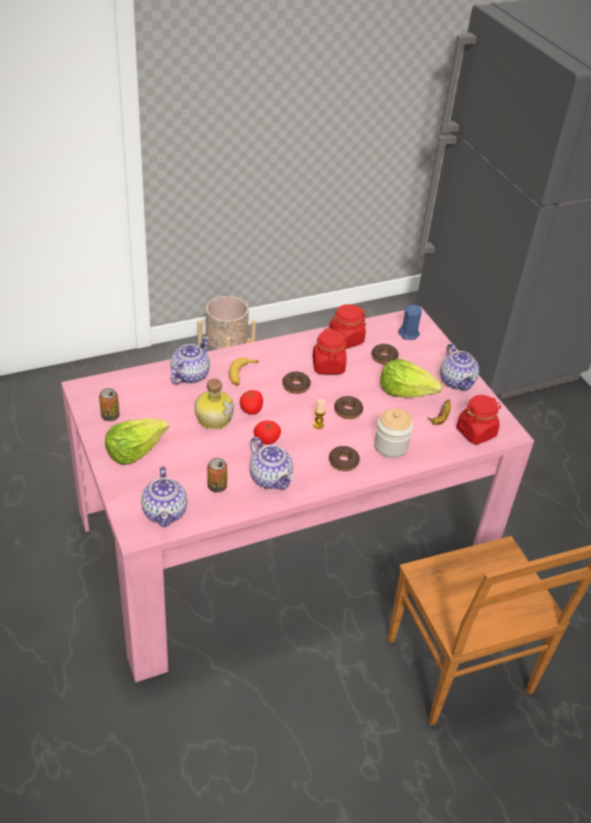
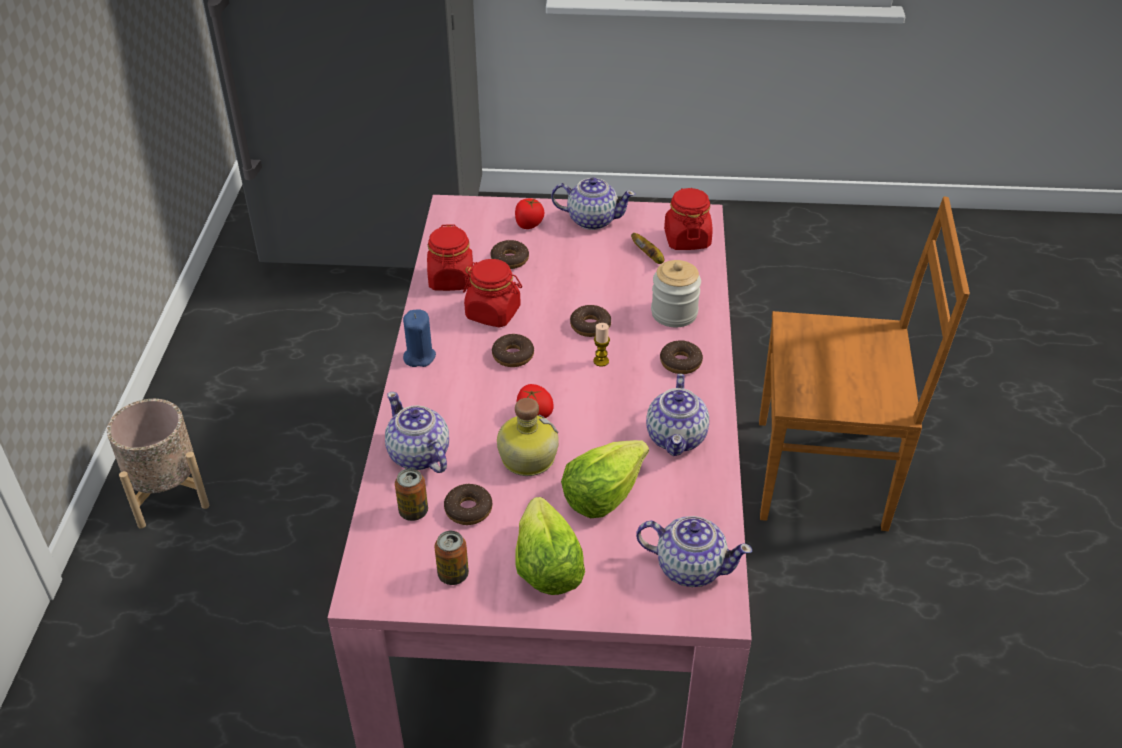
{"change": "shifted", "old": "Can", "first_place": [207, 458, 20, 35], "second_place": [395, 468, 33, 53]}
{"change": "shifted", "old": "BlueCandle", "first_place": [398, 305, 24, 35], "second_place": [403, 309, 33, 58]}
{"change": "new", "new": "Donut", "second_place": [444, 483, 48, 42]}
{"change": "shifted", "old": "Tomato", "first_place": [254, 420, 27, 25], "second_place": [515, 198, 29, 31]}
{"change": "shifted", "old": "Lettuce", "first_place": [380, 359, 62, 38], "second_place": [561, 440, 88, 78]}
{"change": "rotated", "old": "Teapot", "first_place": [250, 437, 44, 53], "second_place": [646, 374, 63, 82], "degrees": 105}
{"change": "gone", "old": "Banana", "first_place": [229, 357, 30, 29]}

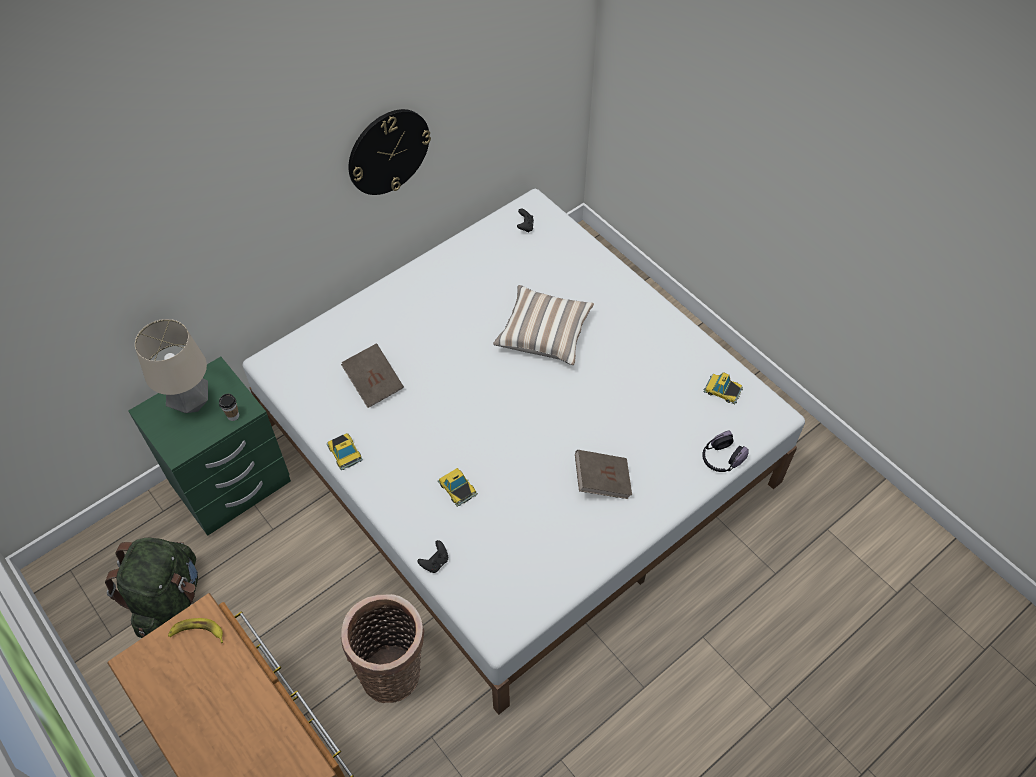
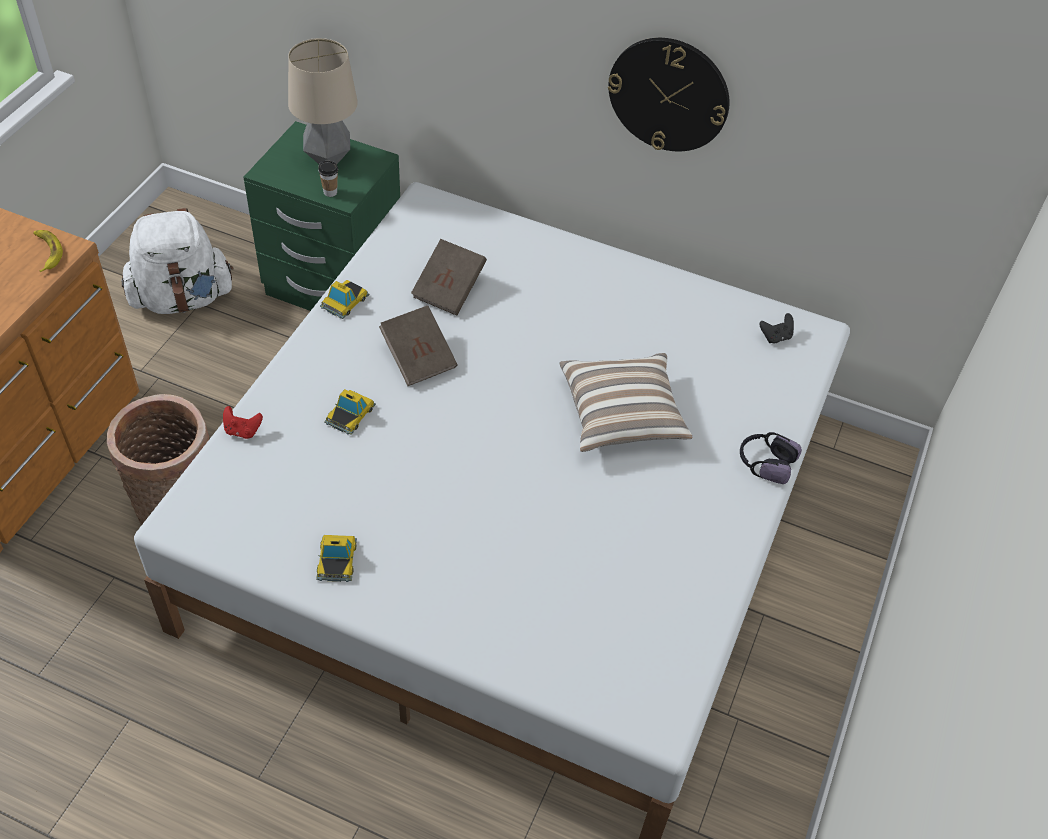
{"change": "repainted", "old": "GreenBackpack", "new": "WhiteBackpack", "first_place": [105, 538, 93, 100], "second_place": [121, 208, 113, 106]}
{"change": "repainted", "old": "BlackGameController", "new": "RedGameController", "first_place": [418, 540, 30, 33], "second_place": [223, 406, 40, 33]}
{"change": "shifted", "old": "ToyCar", "first_place": [704, 372, 39, 33], "second_place": [316, 535, 41, 47]}
{"change": "shifted", "old": "BrownBook", "first_place": [575, 450, 57, 49], "second_place": [379, 305, 79, 81]}
{"change": "shifted", "old": "Headphones", "first_place": [702, 431, 47, 41], "second_place": [740, 432, 62, 52]}

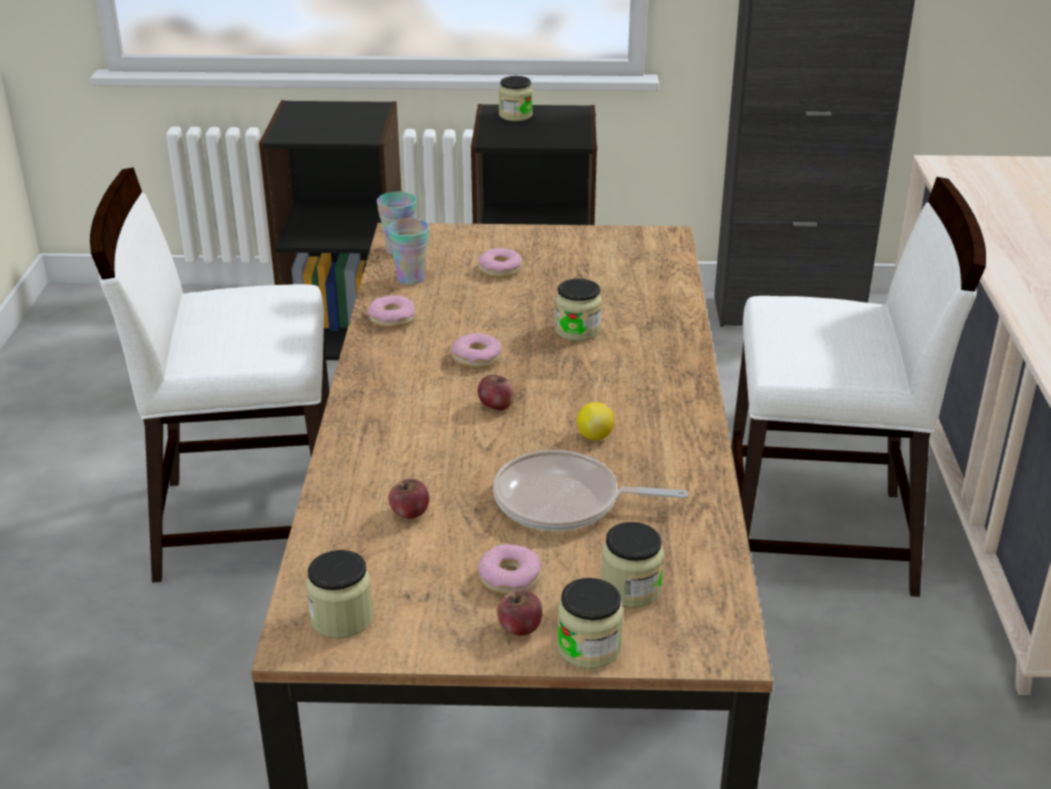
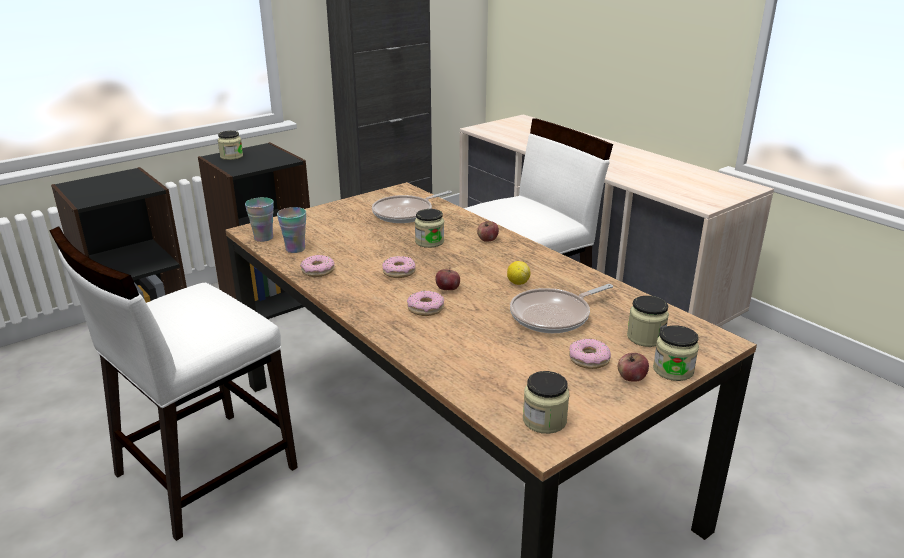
{"change": "new", "new": "FryingPan", "second_place": [372, 191, 80, 32]}
{"change": "shifted", "old": "Donut", "first_place": [478, 248, 44, 30], "second_place": [407, 290, 37, 26]}
{"change": "shifted", "old": "Apple", "first_place": [388, 479, 41, 40], "second_place": [477, 221, 22, 20]}

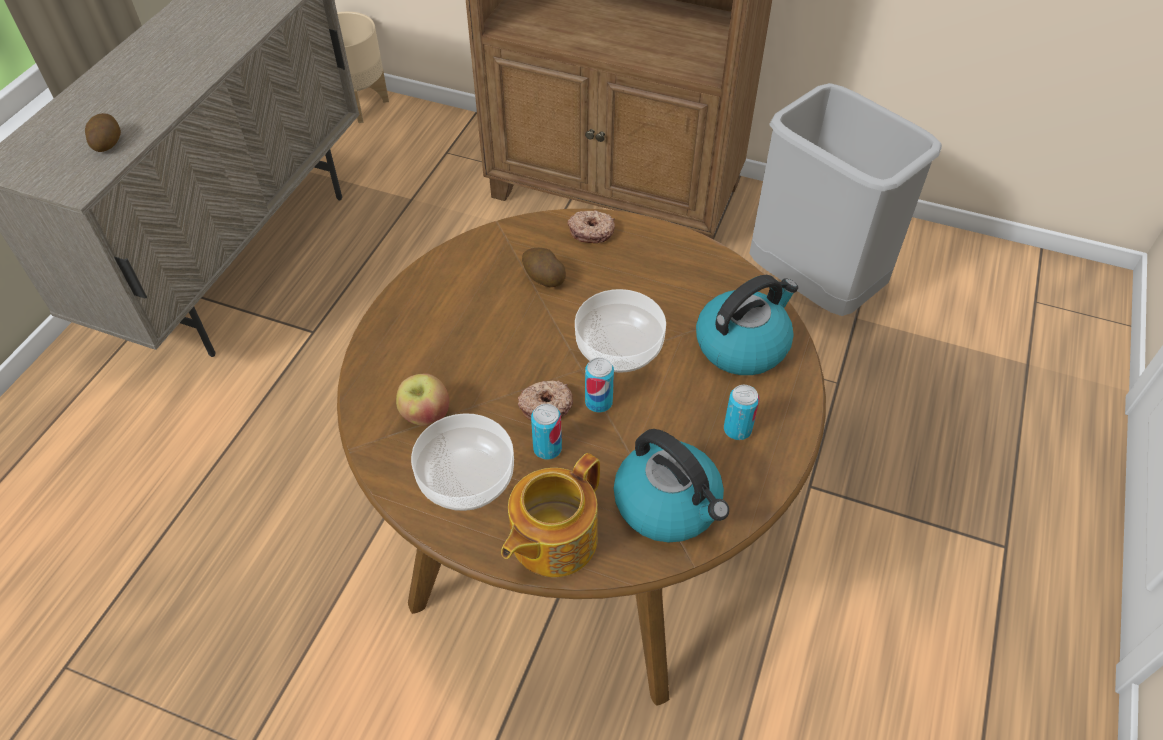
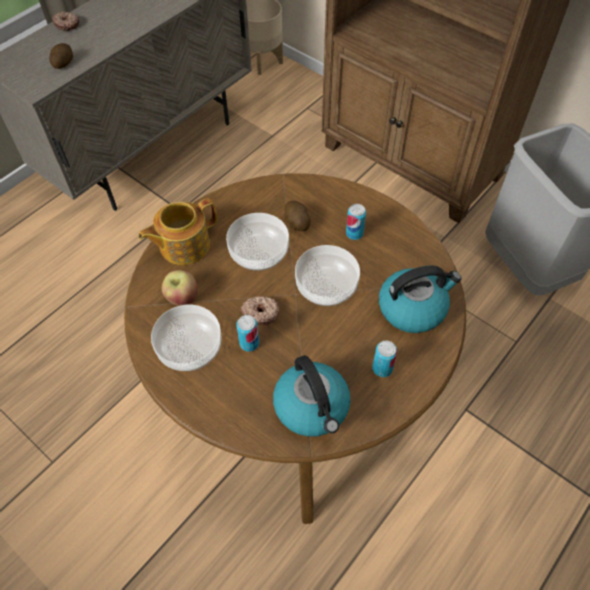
{"change": "shifted", "old": "Donut", "first_place": [568, 210, 47, 33], "second_place": [52, 12, 27, 19]}
{"change": "shifted", "old": "Teapot", "first_place": [501, 453, 99, 124], "second_place": [138, 198, 79, 67]}
{"change": "new", "new": "Bowl", "second_place": [226, 213, 63, 58]}
{"change": "shifted", "old": "Can", "first_place": [585, 357, 29, 56], "second_place": [346, 204, 20, 36]}

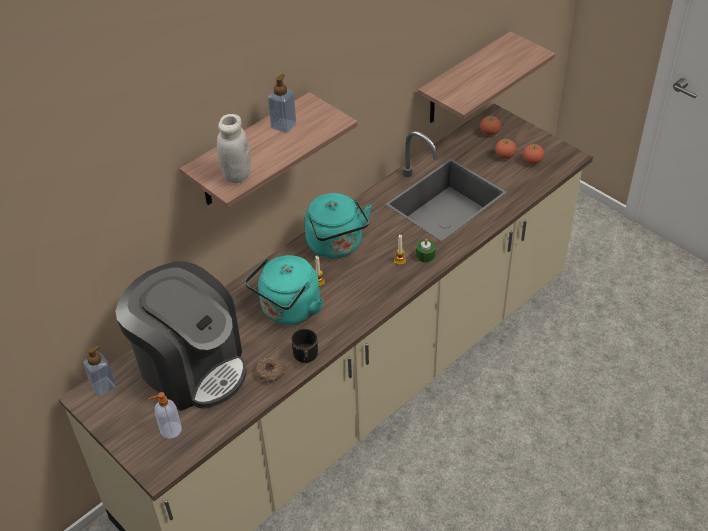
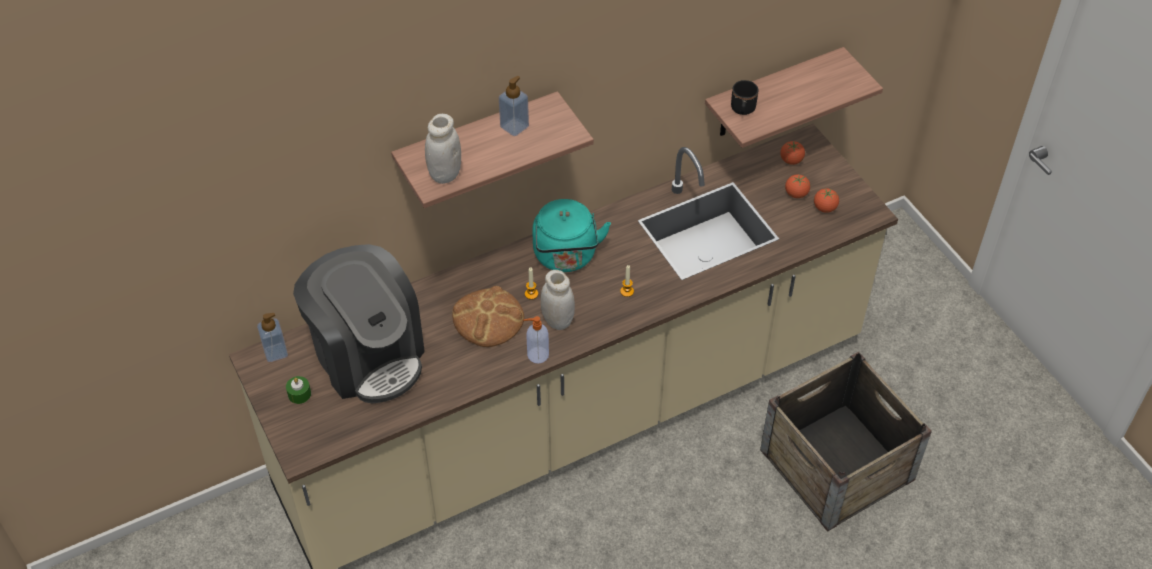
{"change": "shifted", "old": "GreenCandle", "first_place": [416, 239, 20, 23], "second_place": [286, 376, 25, 28]}
{"change": "swapped", "old": "TurquoiseKettle", "new": "Bread", "first_place": [245, 255, 79, 70], "second_place": [452, 286, 72, 61]}
{"change": "shifted", "old": "SoapDispenser", "first_place": [148, 392, 34, 47], "second_place": [524, 316, 25, 47]}
{"change": "new", "new": "WhiteJar", "second_place": [541, 270, 34, 60]}
{"change": "shifted", "old": "BlackMug", "first_place": [291, 329, 27, 34], "second_place": [731, 80, 28, 35]}
{"change": "new", "new": "Crate", "second_place": [760, 352, 172, 180]}
{"change": "gone", "old": "Donut", "first_place": [255, 357, 30, 26]}

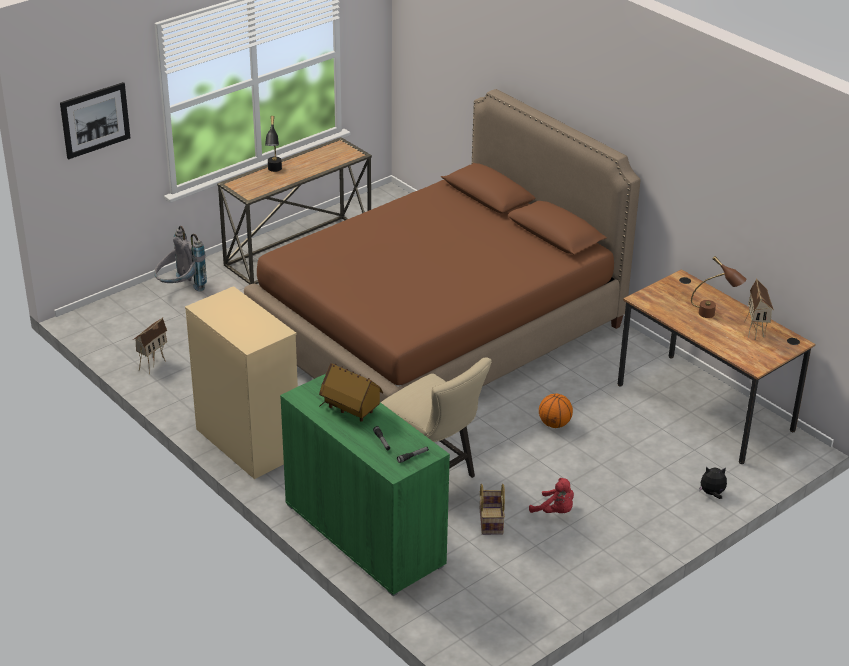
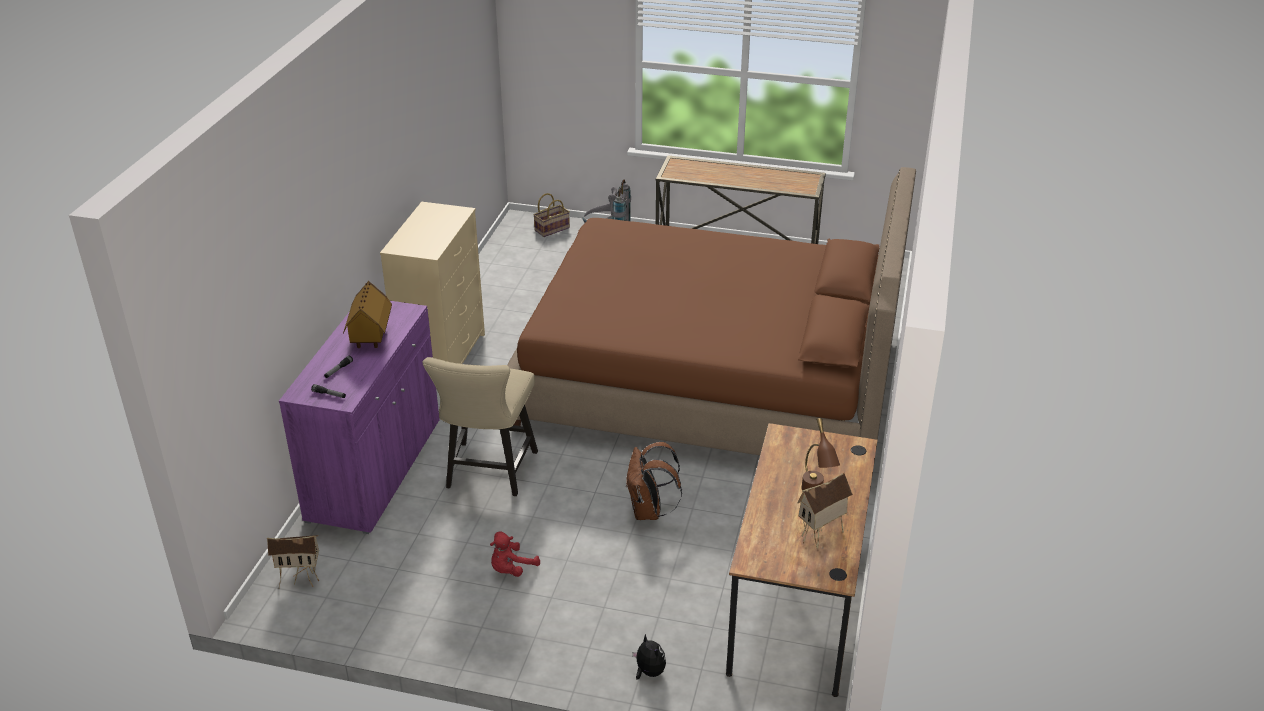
{"change": "shifted", "old": "ToyHouse", "first_place": [133, 318, 34, 56], "second_place": [267, 535, 52, 52]}
{"change": "repainted", "old": "GreenCabinet", "new": "PurpleCabinet", "first_place": [280, 374, 170, 222], "second_place": [279, 301, 161, 233]}
{"change": "rotated", "old": "RedPlushToy", "first_place": [529, 478, 45, 35], "second_place": [490, 531, 50, 46], "degrees": 45}
{"change": "shifted", "old": "Basket", "first_place": [480, 484, 25, 51], "second_place": [533, 193, 37, 44]}
{"change": "swapped", "old": "Basketball", "new": "BrownBackpack", "first_place": [539, 394, 34, 34], "second_place": [626, 442, 56, 78]}
{"change": "gone", "old": "Picture", "first_place": [60, 82, 71, 77]}
{"change": "gone", "old": "BlackTableLamp", "first_place": [265, 116, 17, 56]}

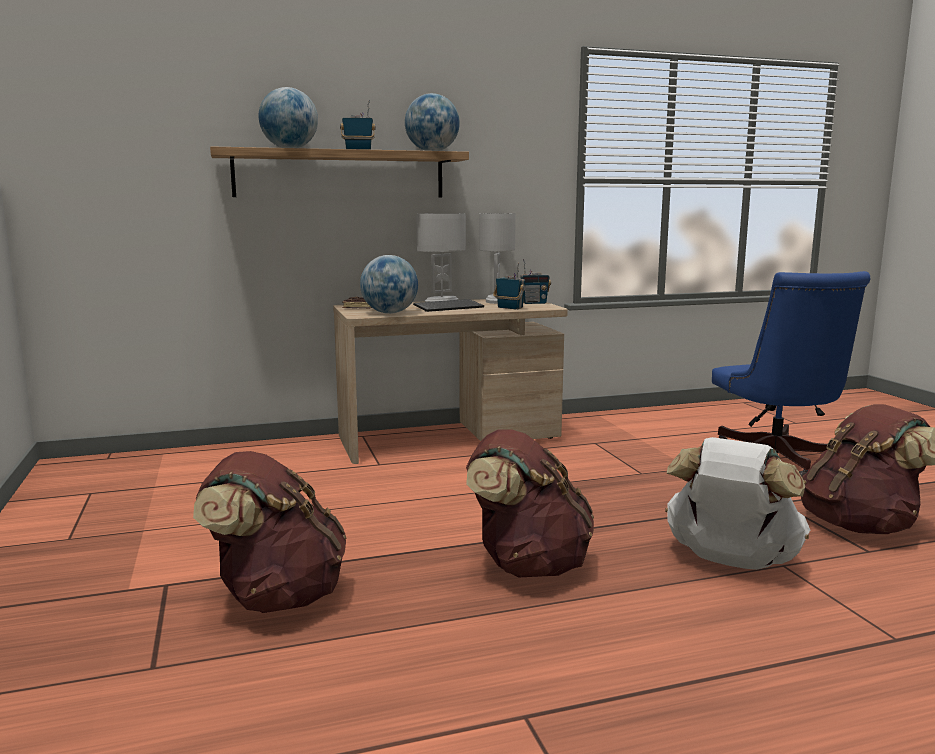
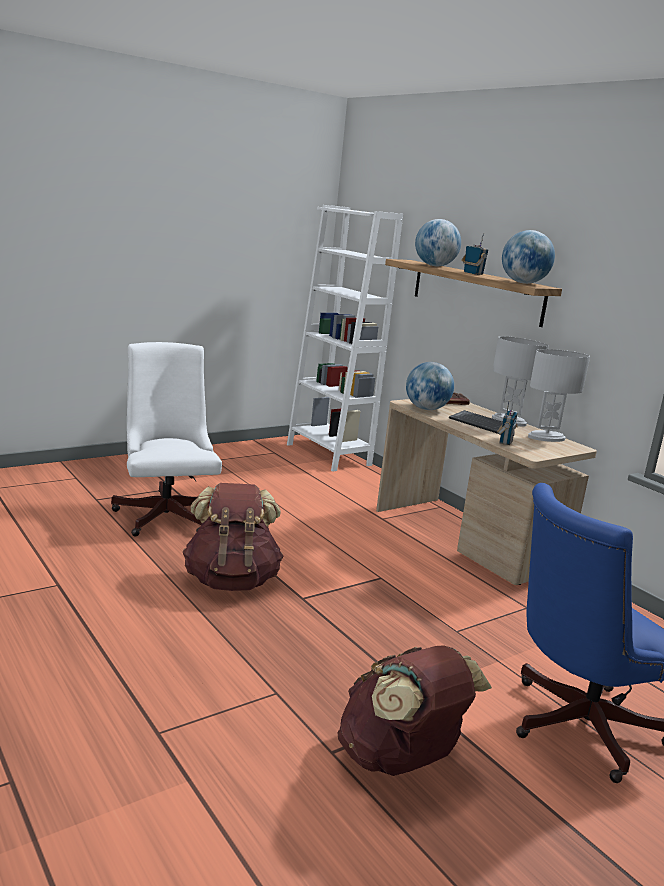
{"change": "swapped", "old": "BrownBackpack", "new": "WhiteOfficeChair", "first_place": [193, 451, 153, 162], "second_place": [111, 342, 111, 194]}
{"change": "new", "new": "WhiteBookcase", "second_place": [287, 205, 116, 267]}
{"change": "gone", "old": "Radio", "first_place": [520, 259, 31, 45]}
{"change": "gone", "old": "WhiteBackpack", "first_place": [665, 437, 145, 133]}

